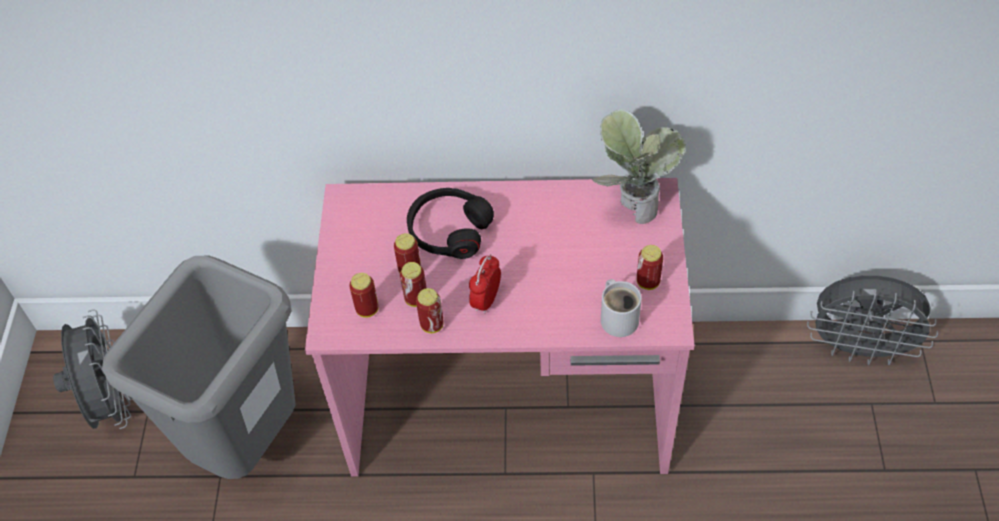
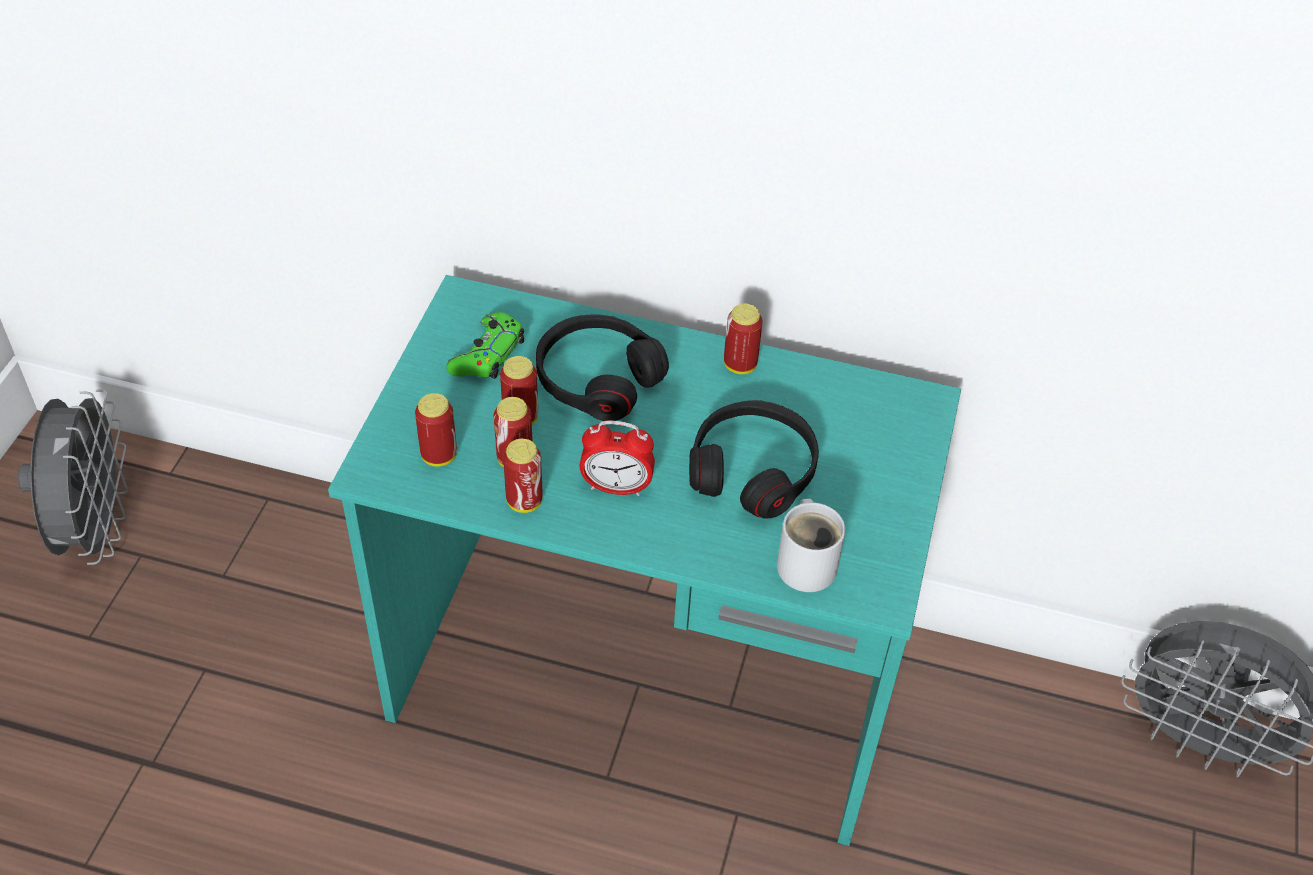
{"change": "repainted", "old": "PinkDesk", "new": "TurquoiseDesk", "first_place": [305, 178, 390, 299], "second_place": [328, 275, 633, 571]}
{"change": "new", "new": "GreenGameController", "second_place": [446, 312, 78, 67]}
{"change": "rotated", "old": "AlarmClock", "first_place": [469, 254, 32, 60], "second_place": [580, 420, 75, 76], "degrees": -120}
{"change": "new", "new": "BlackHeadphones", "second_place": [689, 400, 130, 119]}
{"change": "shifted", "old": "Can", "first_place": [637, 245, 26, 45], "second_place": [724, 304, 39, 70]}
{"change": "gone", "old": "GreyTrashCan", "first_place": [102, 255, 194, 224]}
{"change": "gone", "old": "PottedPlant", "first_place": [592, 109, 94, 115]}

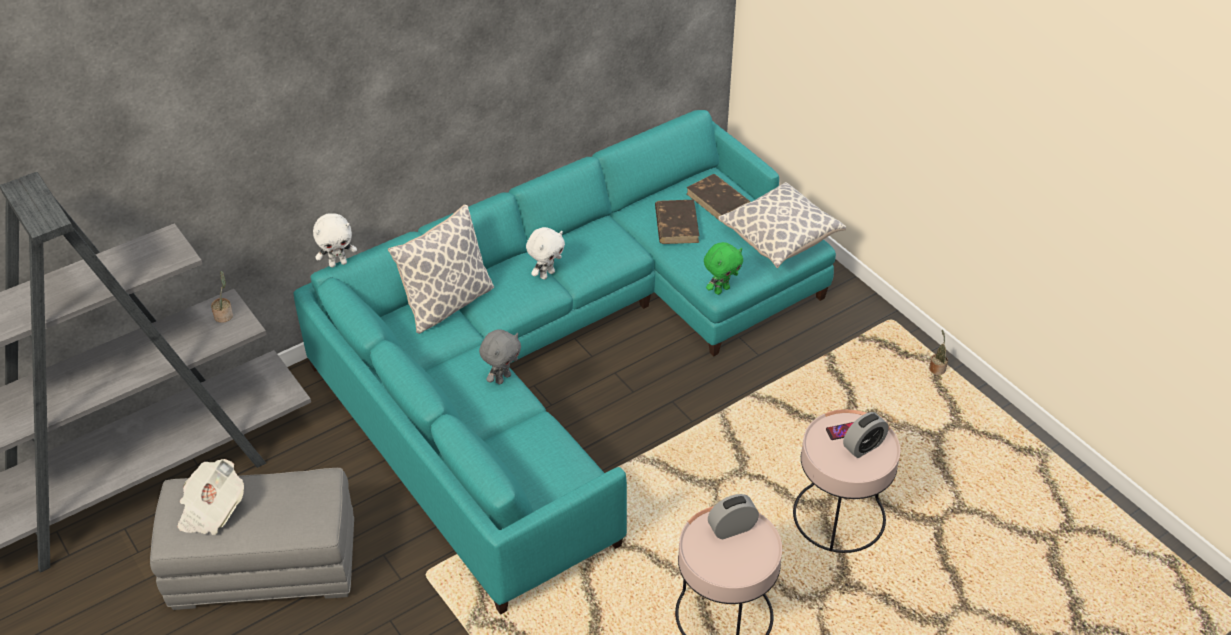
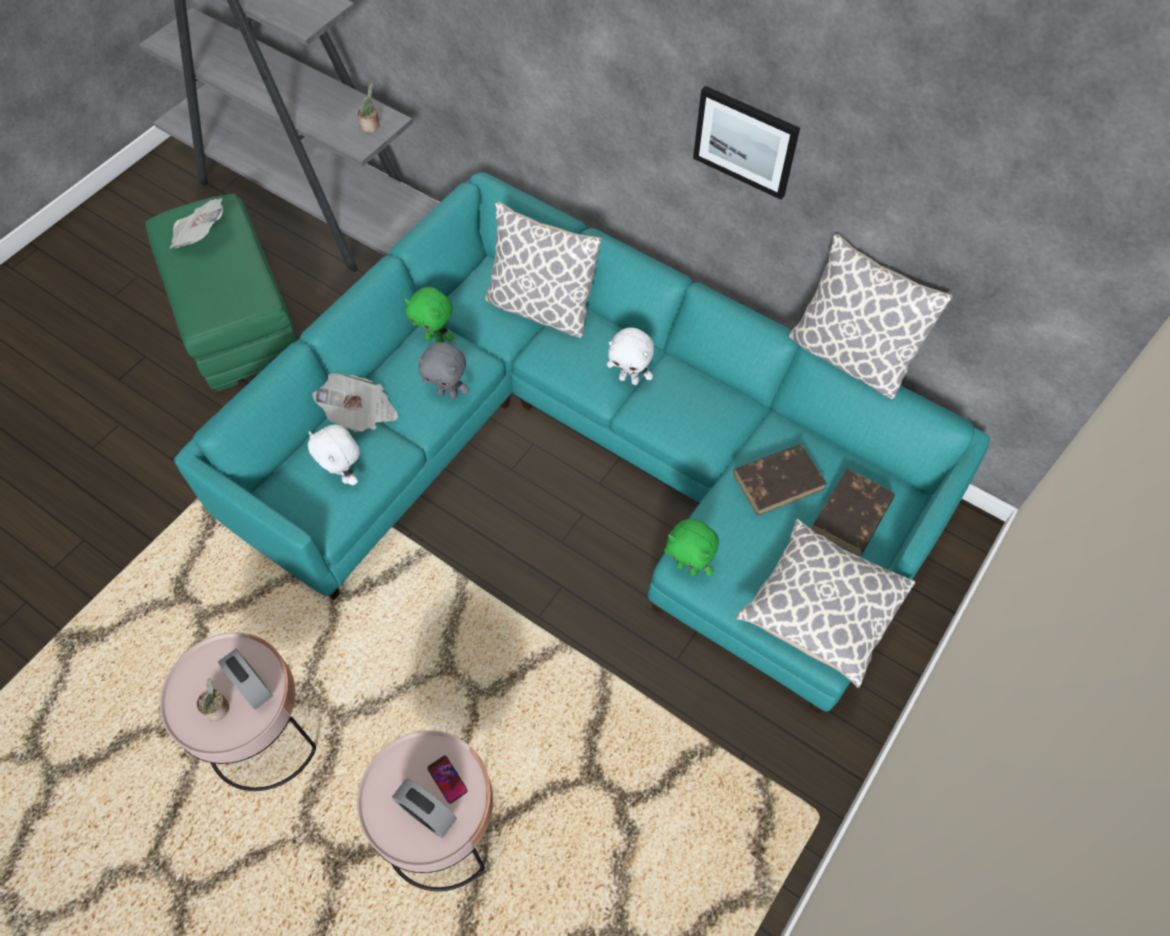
{"change": "repainted", "old": "GreyOttoman", "new": "GreenOttoman", "first_place": [150, 468, 204, 142], "second_place": [145, 193, 152, 199]}
{"change": "shifted", "old": "PottedPlant", "first_place": [929, 330, 19, 45], "second_place": [196, 678, 33, 43]}
{"change": "shifted", "old": "WhitePlushToy", "first_place": [313, 213, 44, 54], "second_place": [308, 424, 52, 61]}
{"change": "new", "new": "Newspaper", "second_place": [312, 373, 87, 59]}
{"change": "new", "new": "GreenPlushToy", "second_place": [404, 287, 50, 56]}
{"change": "new", "new": "Picture", "second_place": [693, 86, 107, 114]}
{"change": "new", "new": "Pillow", "second_place": [788, 234, 165, 165]}

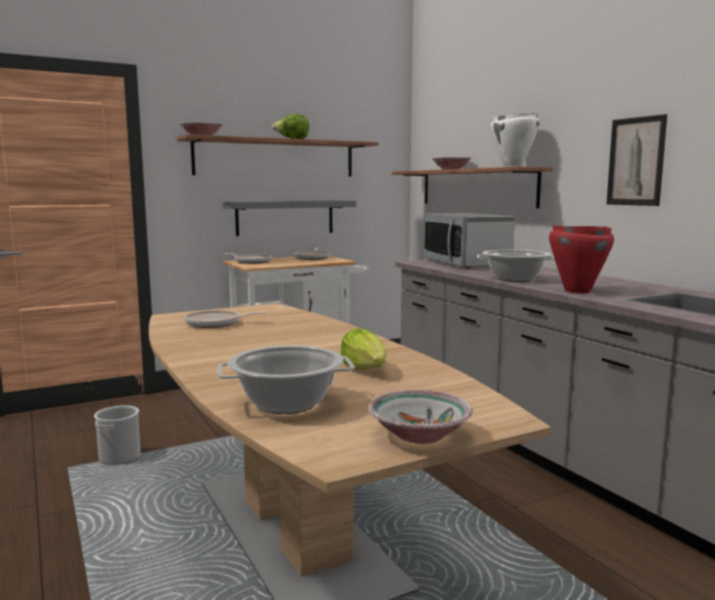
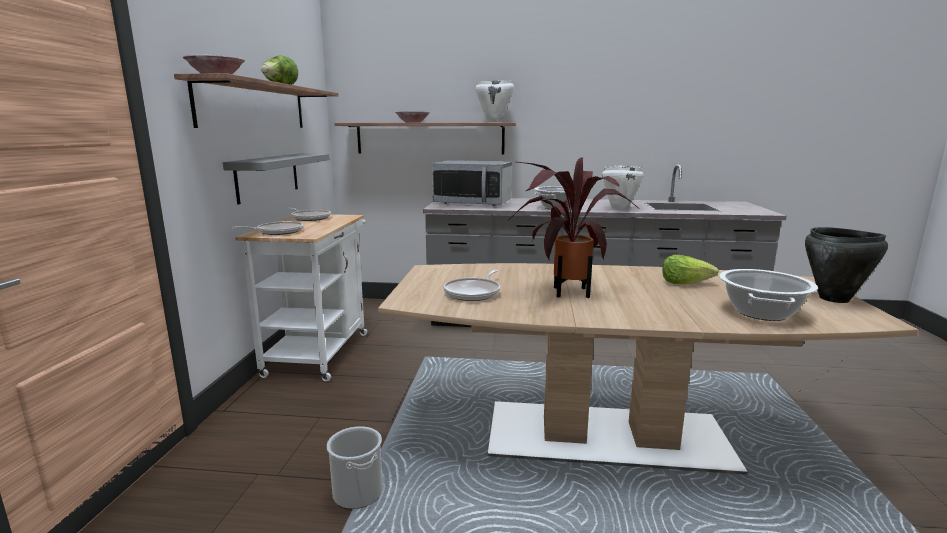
{"change": "new", "new": "PottedPlant", "second_place": [508, 157, 130, 141]}
{"change": "repainted", "old": "RedCookingPot", "new": "WhiteCookingPot", "first_place": [549, 225, 65, 68], "second_place": [602, 165, 41, 46]}
{"change": "swapped", "old": "Bowl", "new": "BlackCookingPot", "first_place": [368, 390, 105, 54], "second_place": [805, 227, 83, 76]}
{"change": "gone", "old": "Picture", "first_place": [607, 114, 60, 92]}

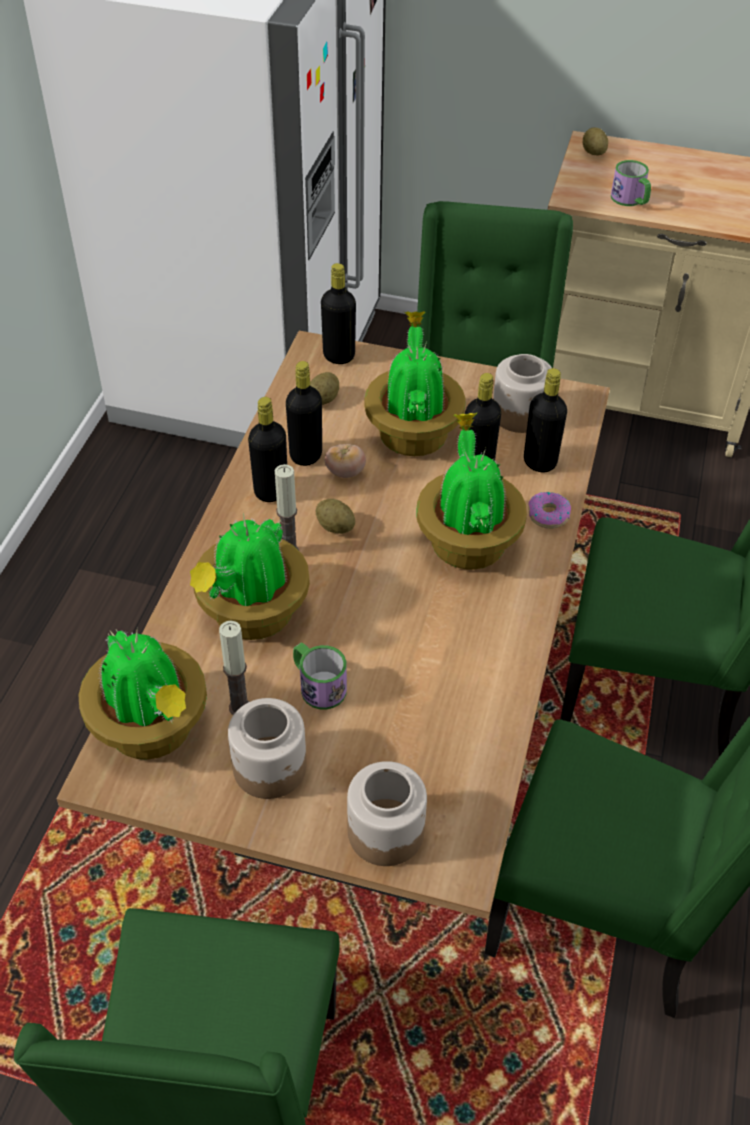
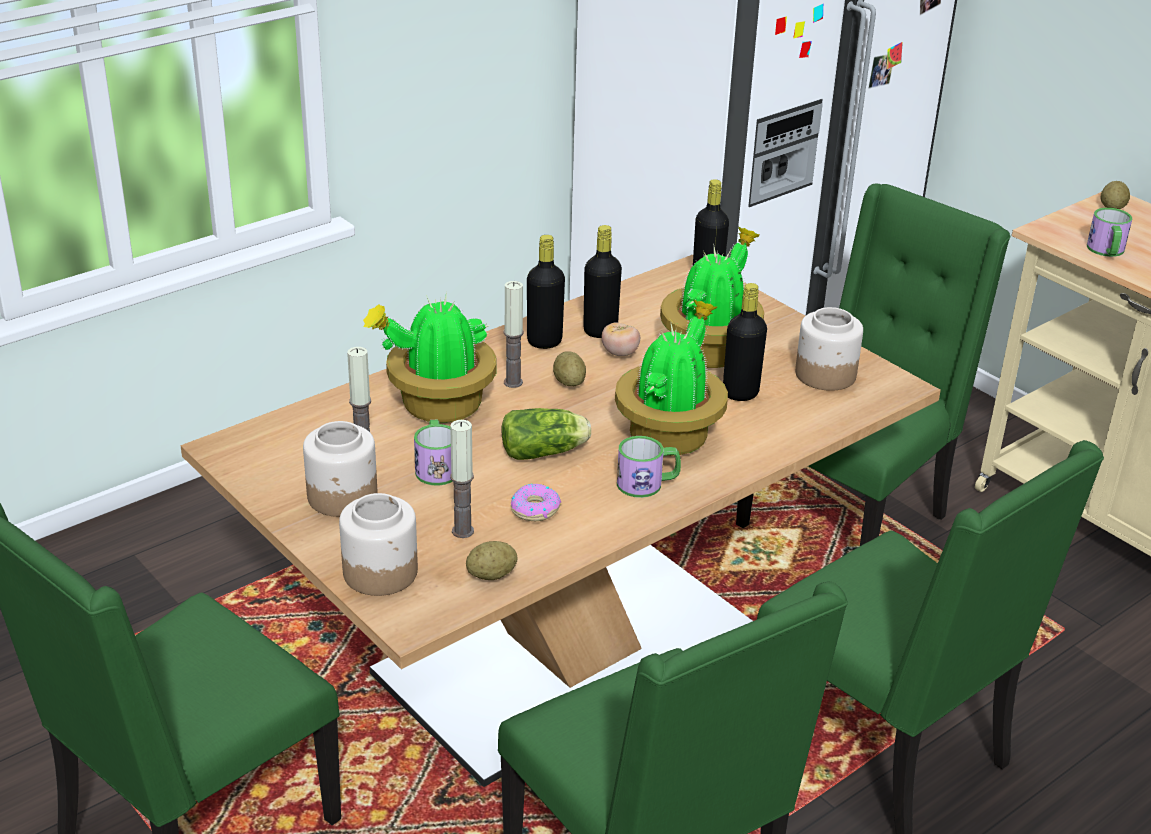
{"change": "new", "new": "Candle", "second_place": [450, 420, 24, 118]}
{"change": "shifted", "old": "Potato", "first_place": [310, 372, 29, 33], "second_place": [466, 541, 51, 39]}
{"change": "new", "new": "Lettuce", "second_place": [501, 408, 90, 52]}
{"change": "shifted", "old": "Donut", "first_place": [528, 492, 43, 37], "second_place": [510, 484, 51, 37]}
{"change": "new", "new": "Mug", "second_place": [617, 436, 64, 62]}
{"change": "gone", "old": "PottedPlant", "first_place": [78, 630, 129, 130]}
{"change": "gone", "old": "BlackBottle", "first_place": [524, 368, 43, 104]}

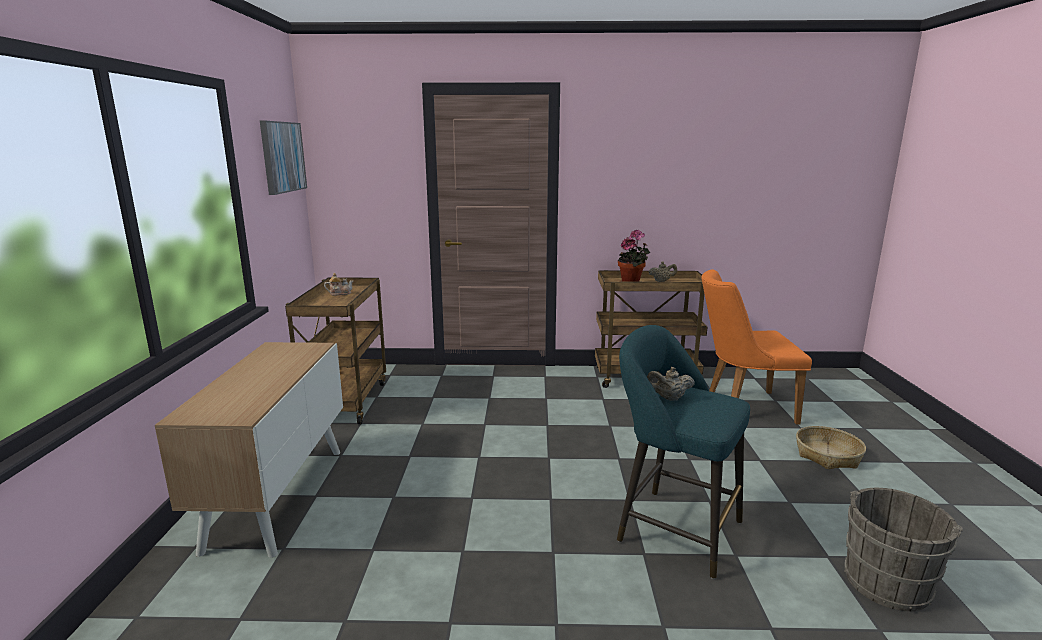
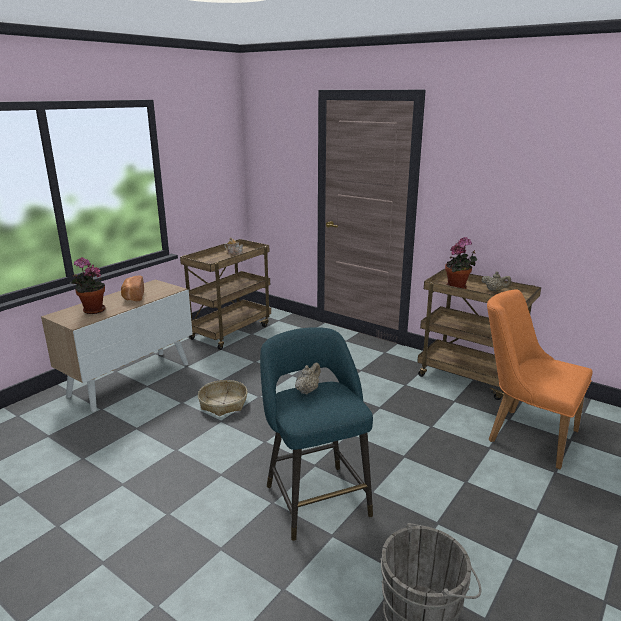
{"change": "new", "new": "PottedPlant", "second_place": [70, 257, 36, 57]}
{"change": "new", "new": "Bread", "second_place": [121, 276, 23, 25]}
{"change": "shifted", "old": "Basket", "first_place": [796, 426, 70, 43], "second_place": [198, 380, 50, 36]}
{"change": "rotated", "old": "BeigeTeapot", "first_place": [647, 367, 48, 34], "second_place": [295, 363, 26, 32], "degrees": 90}
{"change": "gone", "old": "Picture", "first_place": [260, 121, 47, 74]}

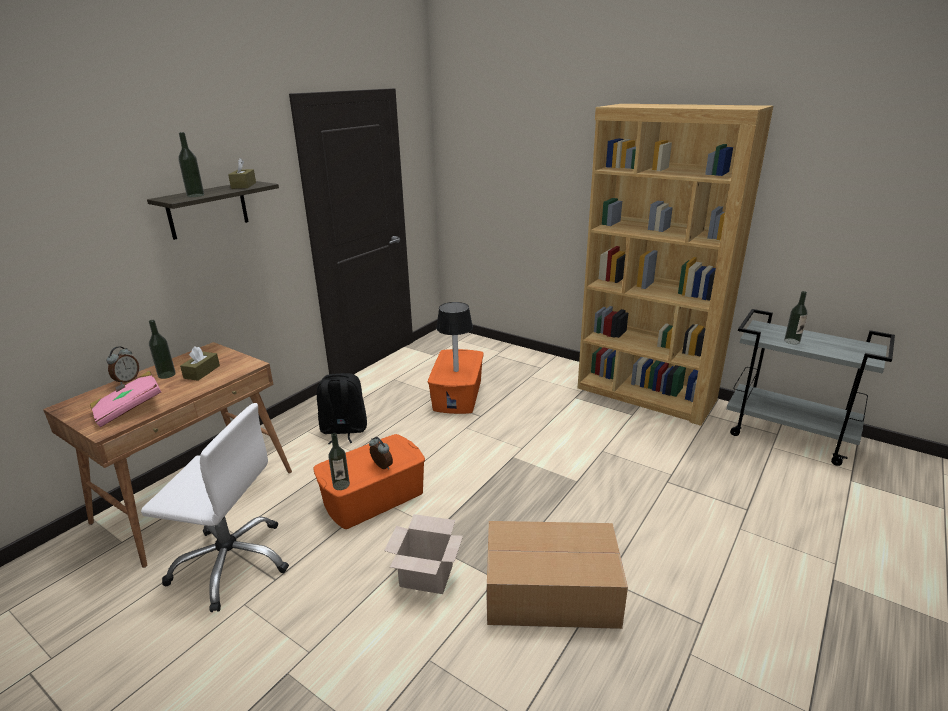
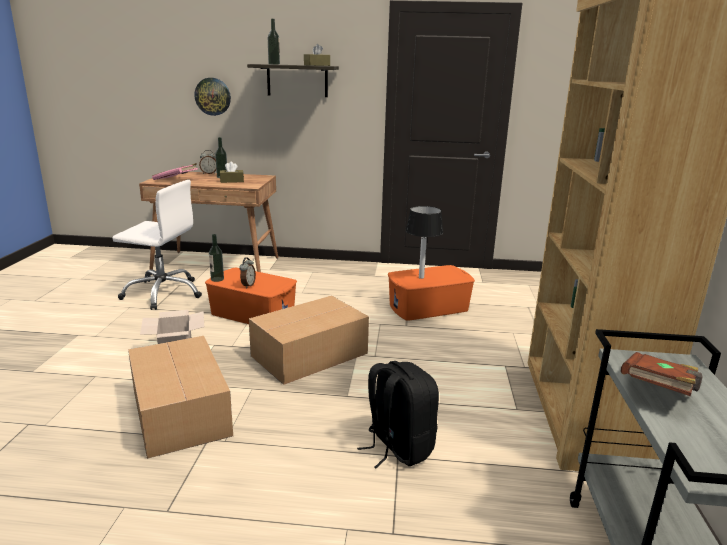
{"change": "rotated", "old": "WhiteOfficeChair", "first_place": [141, 403, 148, 209], "second_place": [113, 180, 89, 130], "degrees": -60}
{"change": "new", "new": "WallClock", "second_place": [194, 78, 37, 38]}
{"change": "new", "new": "CardboardBox", "second_place": [249, 296, 120, 89]}
{"change": "shifted", "old": "BlackBackpack", "first_place": [317, 373, 50, 71], "second_place": [357, 361, 82, 108]}
{"change": "swapped", "old": "Bottle", "new": "BrownBook", "first_place": [784, 291, 23, 53], "second_place": [621, 352, 81, 44]}

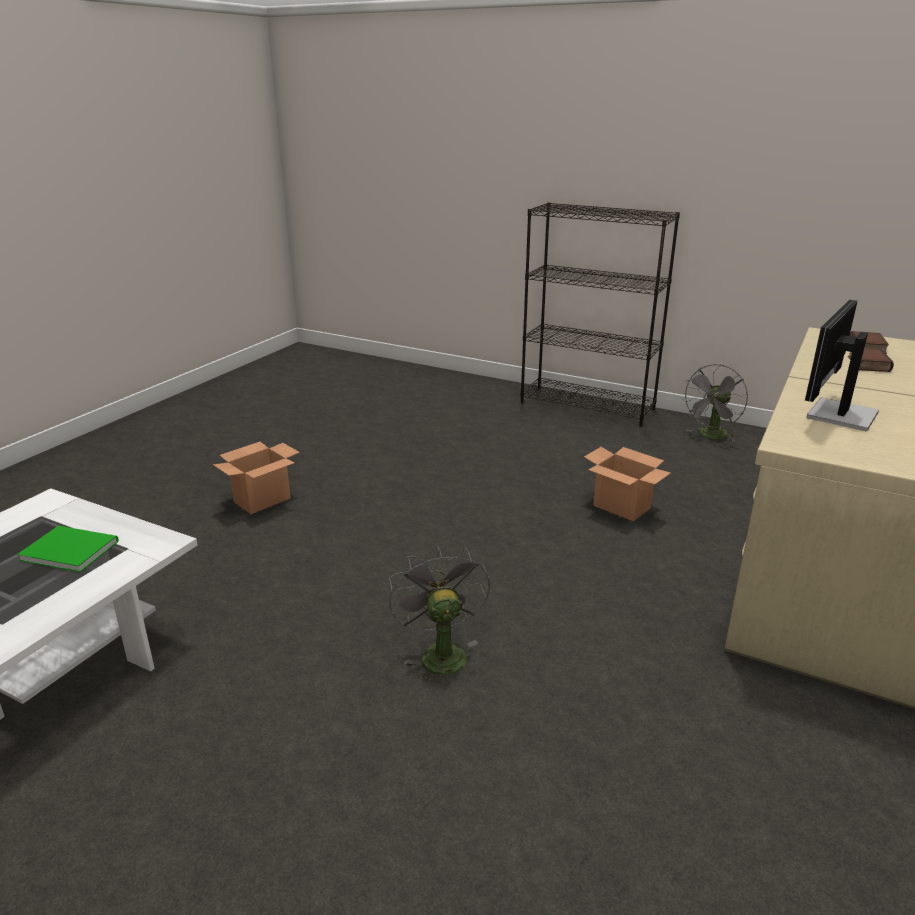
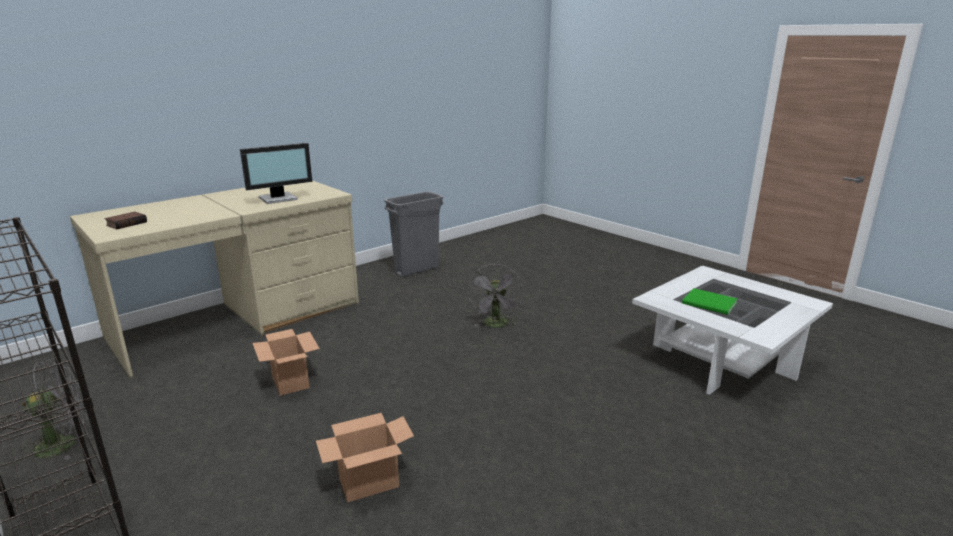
{"change": "shifted", "old": "CardboardBox", "first_place": [213, 442, 87, 72], "second_place": [316, 413, 98, 89]}
{"change": "new", "new": "GreyTrashCan", "second_place": [385, 191, 58, 86]}
{"change": "gone", "old": "Book", "first_place": [848, 348, 46, 24]}

